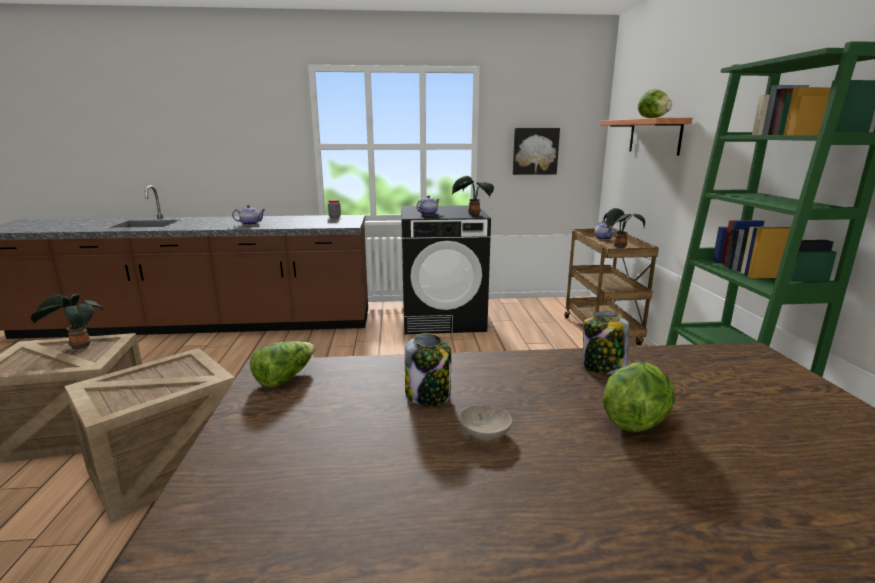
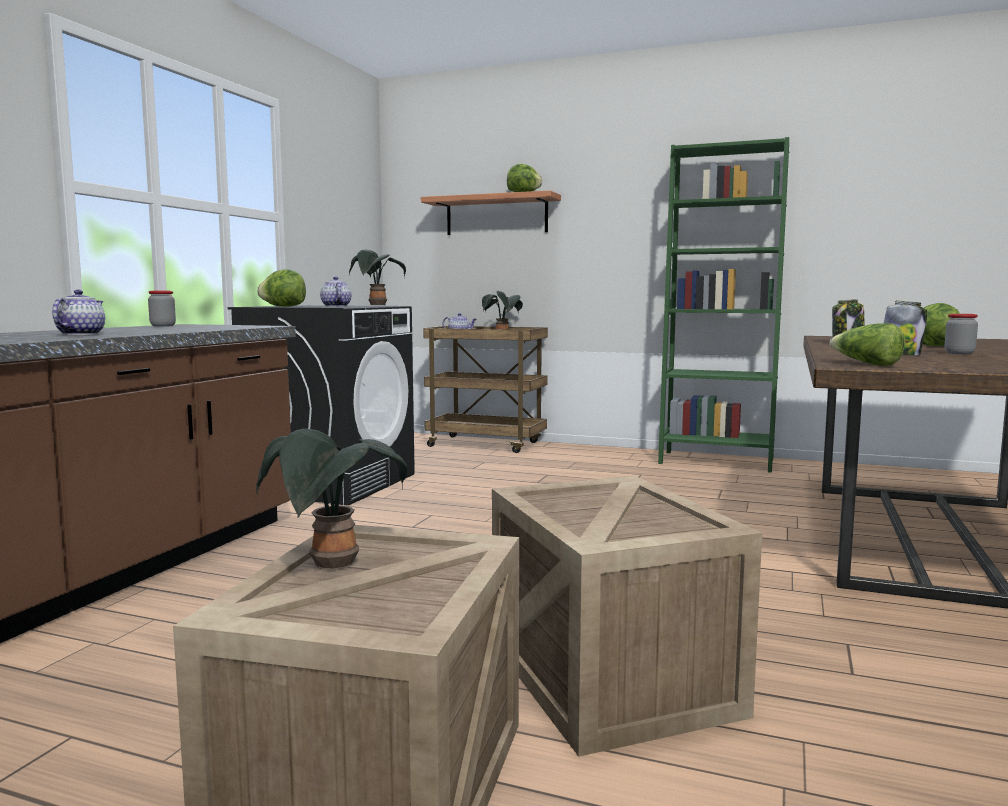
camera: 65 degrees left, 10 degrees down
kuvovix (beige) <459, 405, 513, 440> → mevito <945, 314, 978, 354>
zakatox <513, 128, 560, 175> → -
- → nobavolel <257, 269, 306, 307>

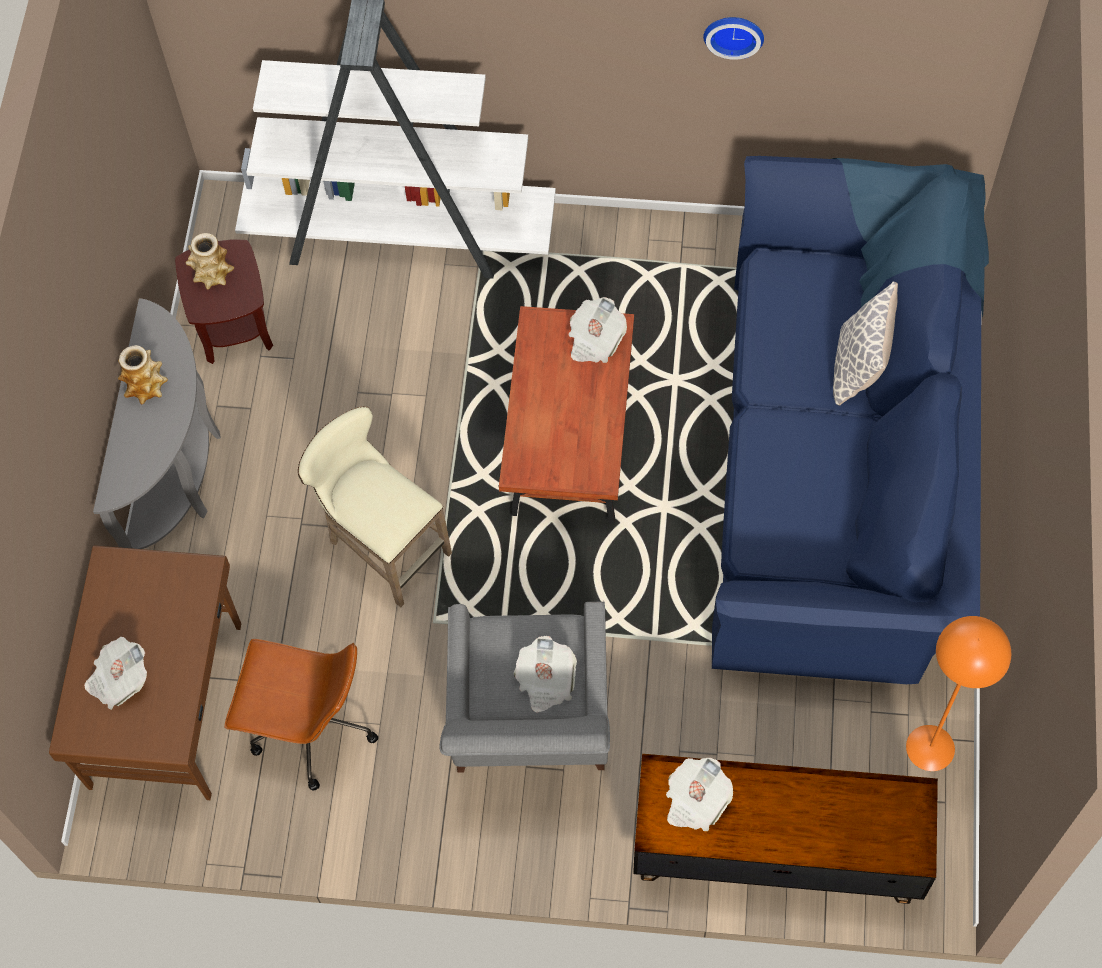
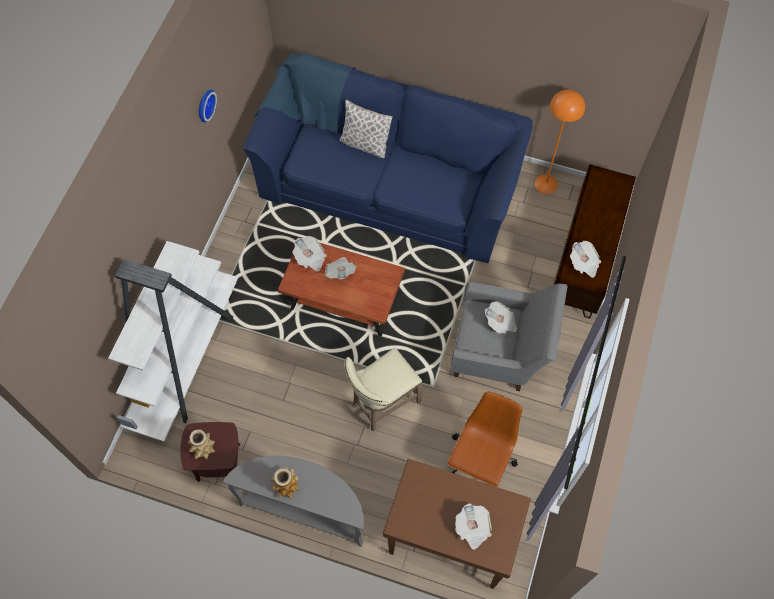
camera: 80 degrees left, 0 degrees up
- → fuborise <325, 257, 357, 280>

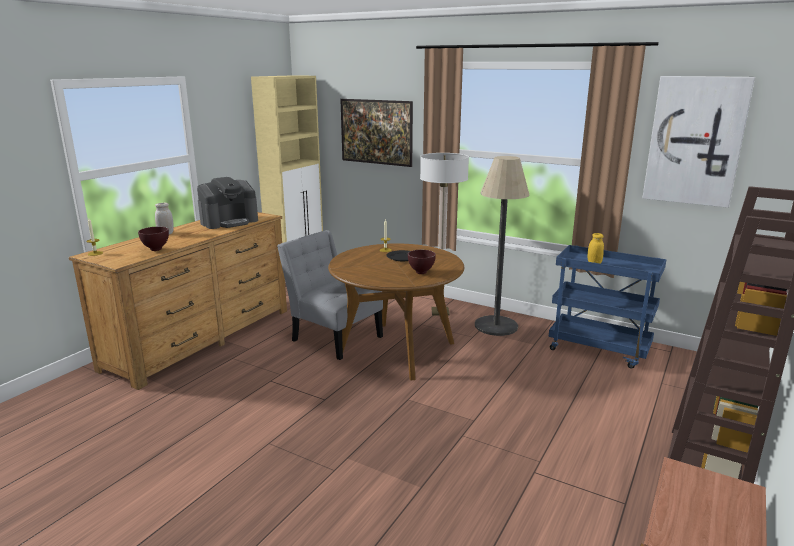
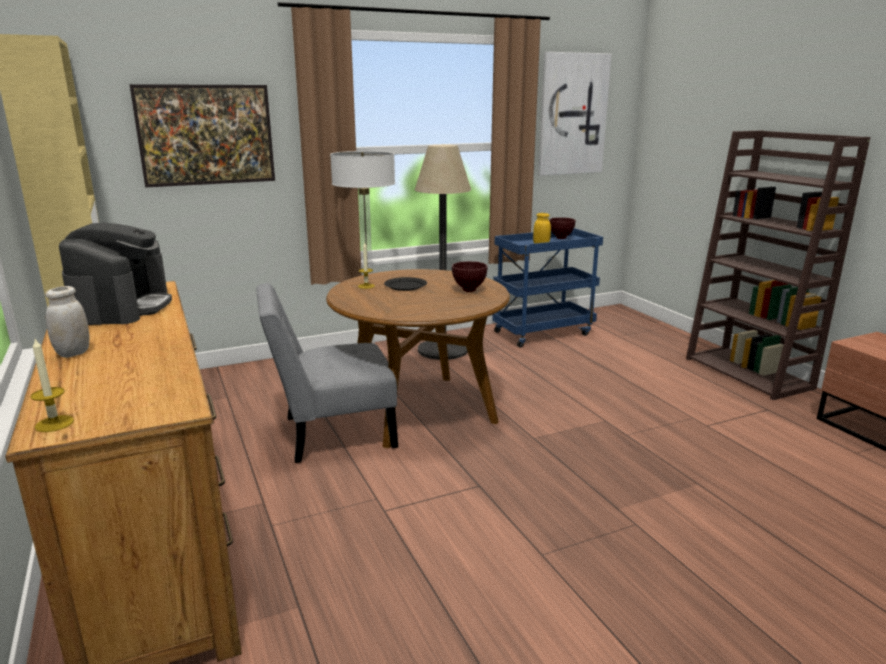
camera: 55 degrees left, 0 degrees up
kuvovix (brown) <138, 227, 169, 251> → kuvovix (brown) <549, 217, 576, 239>, shifted

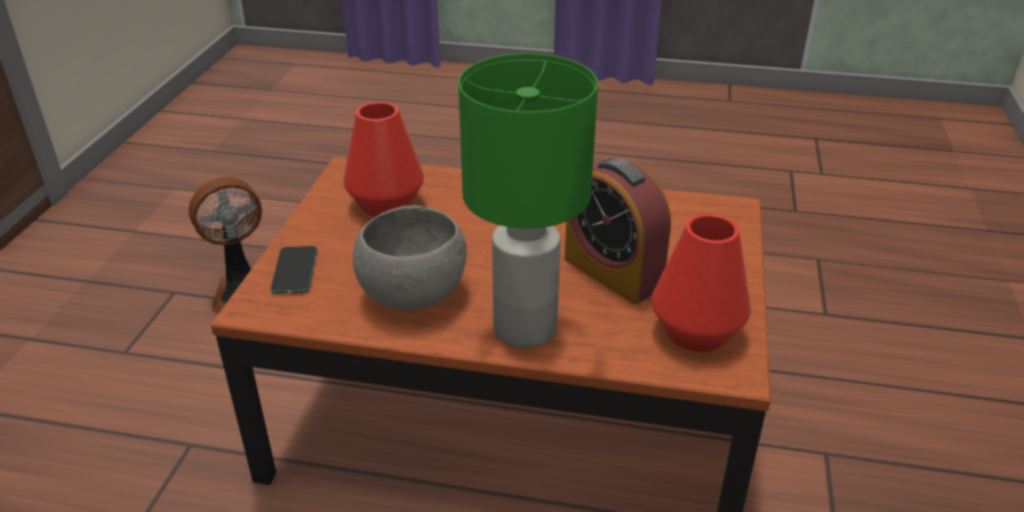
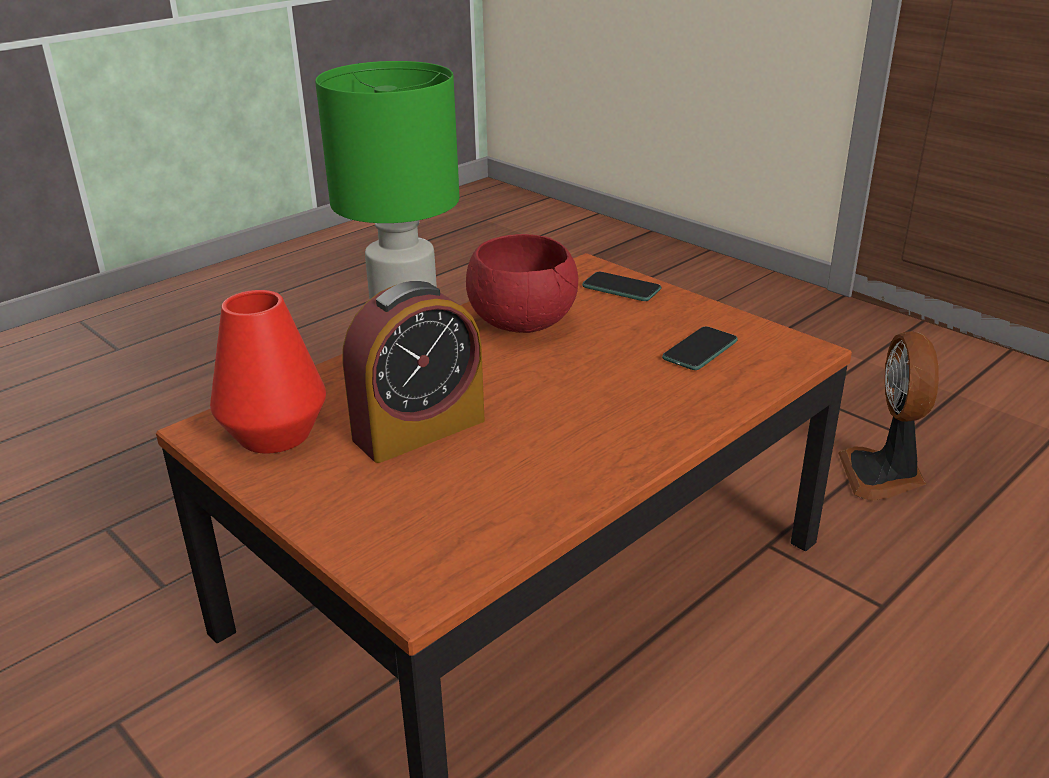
camera: 125 degrees right, 5 degrees down
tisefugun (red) <343, 102, 424, 217> → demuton <662, 326, 738, 370>
kuvovix (grey) <353, 205, 467, 310> → kuvovix (red) <466, 234, 578, 333>
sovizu <565, 158, 671, 304> → sovizu <342, 281, 485, 463>, 150 degrees clockwise

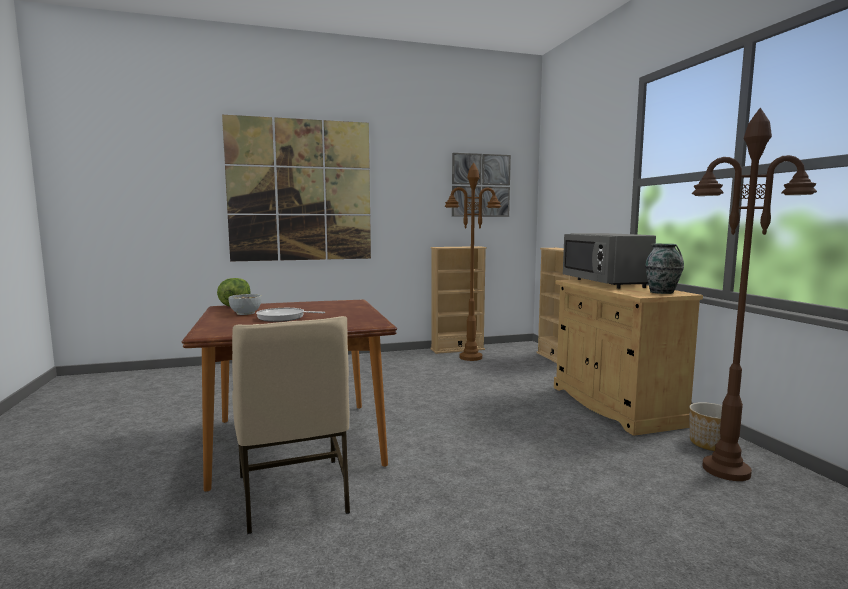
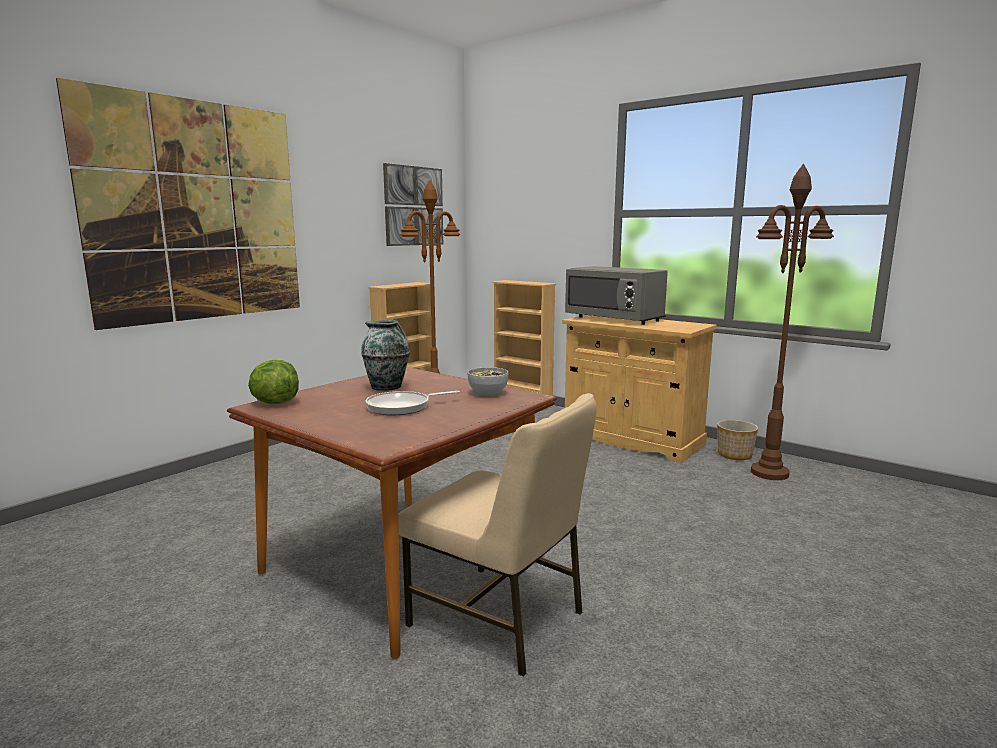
camera: 35 degrees left, 5 degrees up
kuvovix <228, 294, 261, 315> → kuvovix <468, 367, 509, 397>, shifted
tisefugun <645, 244, 684, 294> → tisefugun <361, 320, 410, 391>, shifted

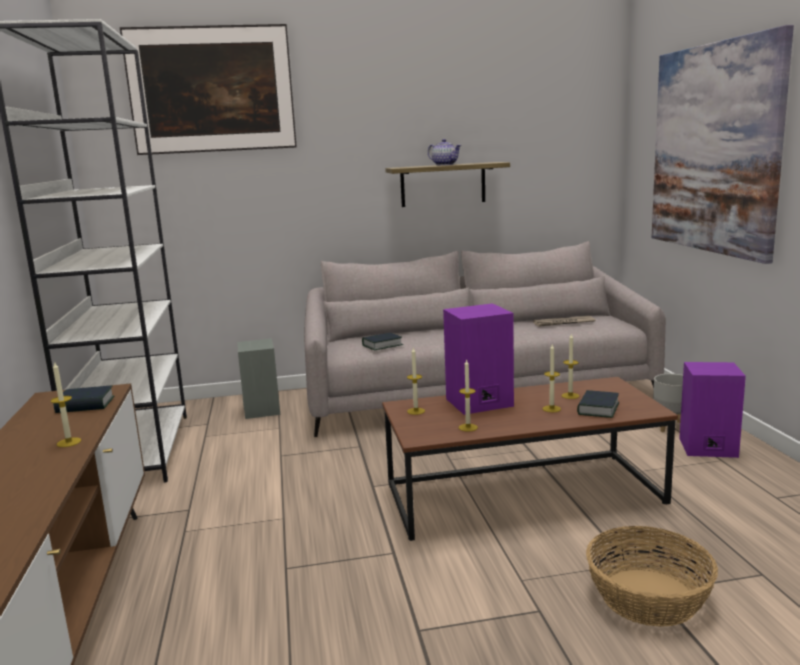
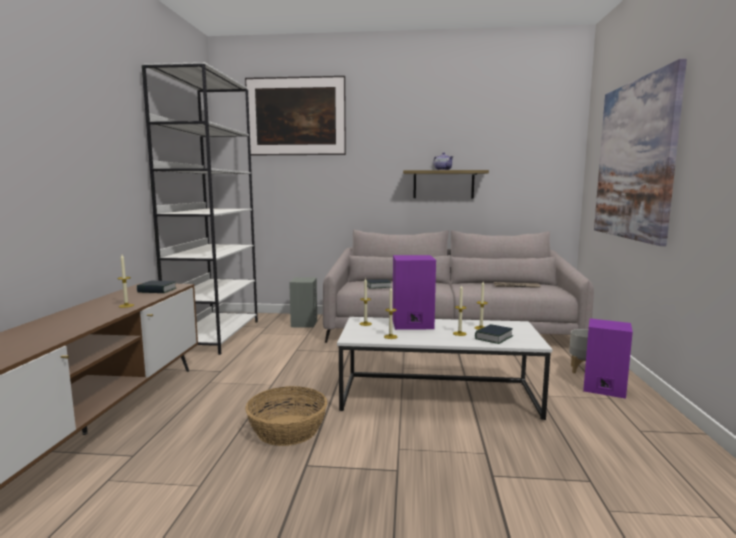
camera: 15 degrees right, 5 degrees down
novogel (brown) <382, 377, 678, 541> → novogel (white) <337, 317, 552, 420>
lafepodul <586, 526, 718, 627> → lafepodul <245, 386, 327, 446>, shifted

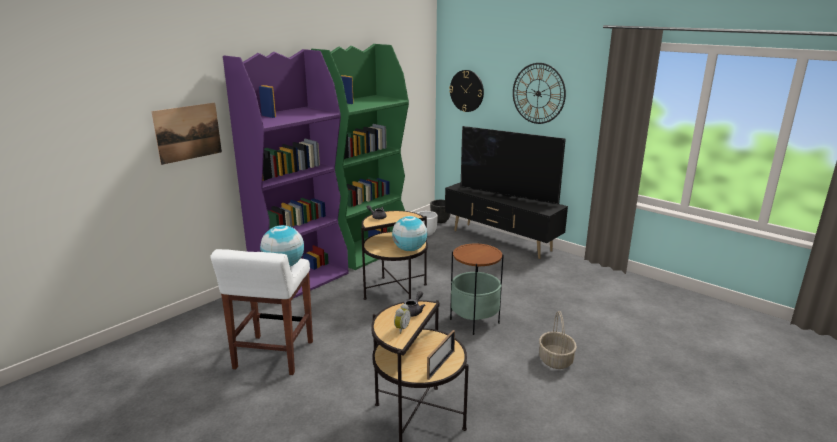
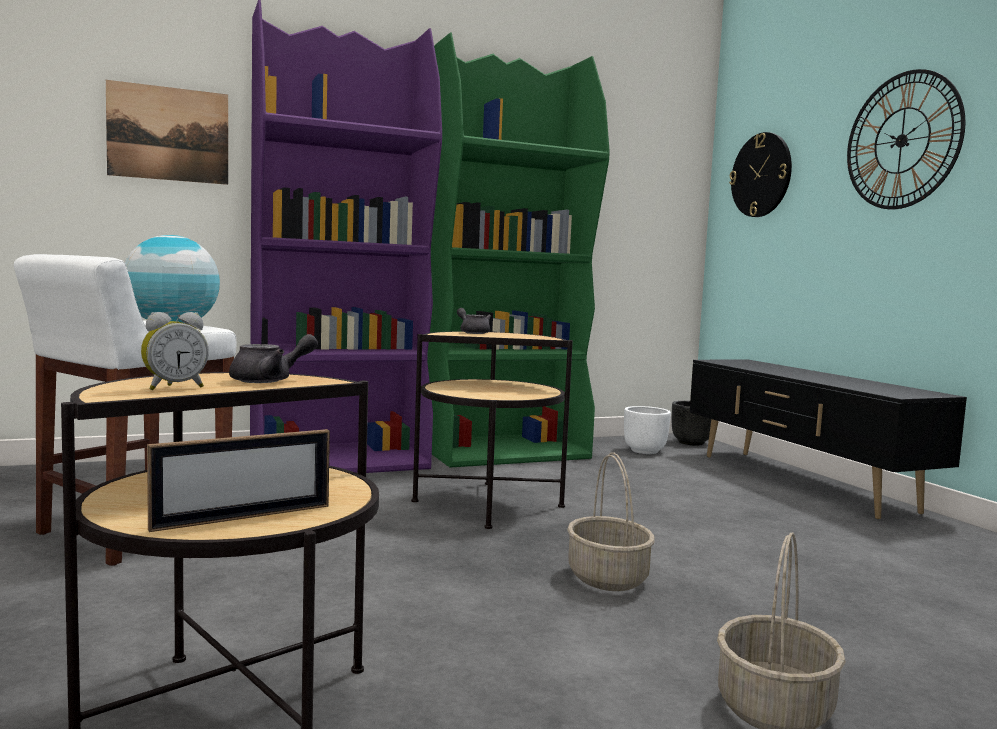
camera: 25 degrees right, 15 degrees down
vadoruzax <392, 216, 427, 251> → -
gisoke <450, 243, 504, 335> → lafepodul <567, 452, 655, 591>
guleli <460, 126, 566, 204> → -

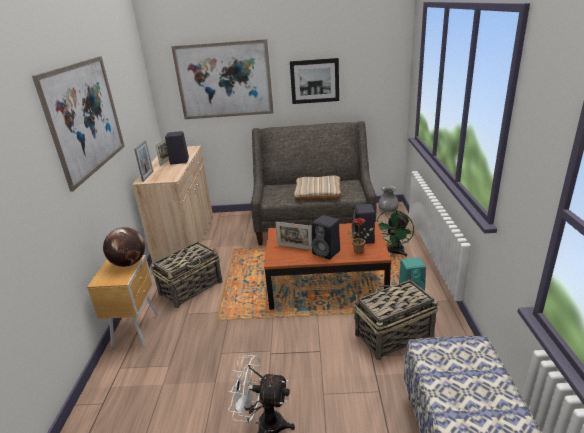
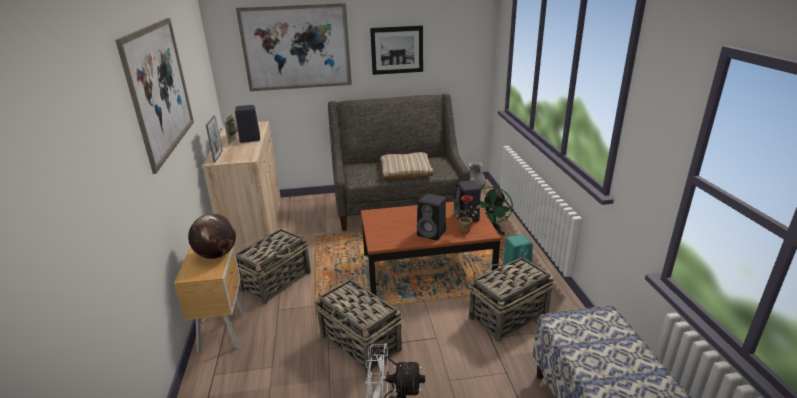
camera: 10 degrees left, 0 degrees up
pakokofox <275, 222, 312, 250> → -
- → lafepodul <314, 279, 402, 375>

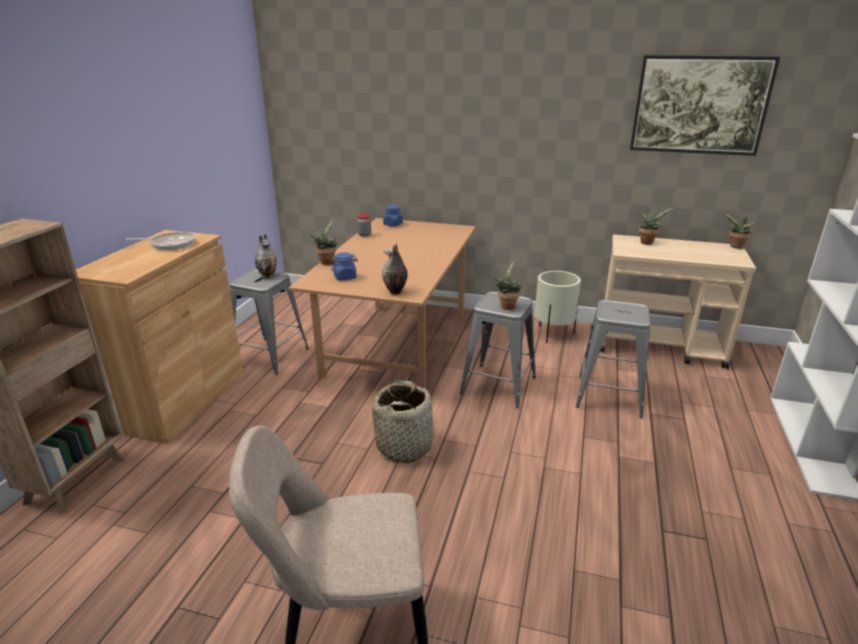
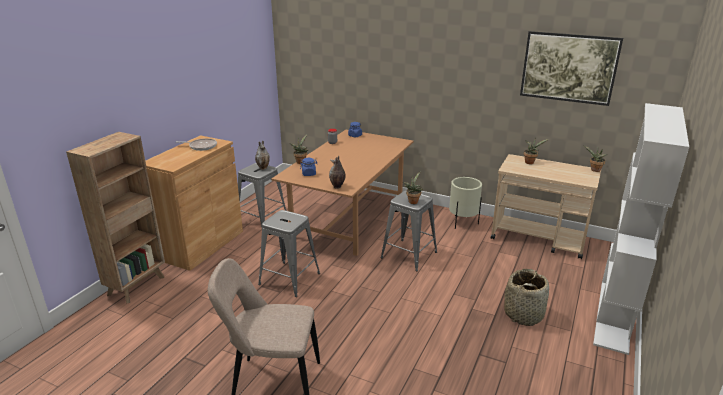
camera: 10 degrees right, 0 degrees up
lafepodul <372, 380, 433, 463> → lafepodul <504, 269, 549, 326>, shifted
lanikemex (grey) <575, 300, 650, 418> → lanikemex (grey) <258, 210, 320, 297>, shifted

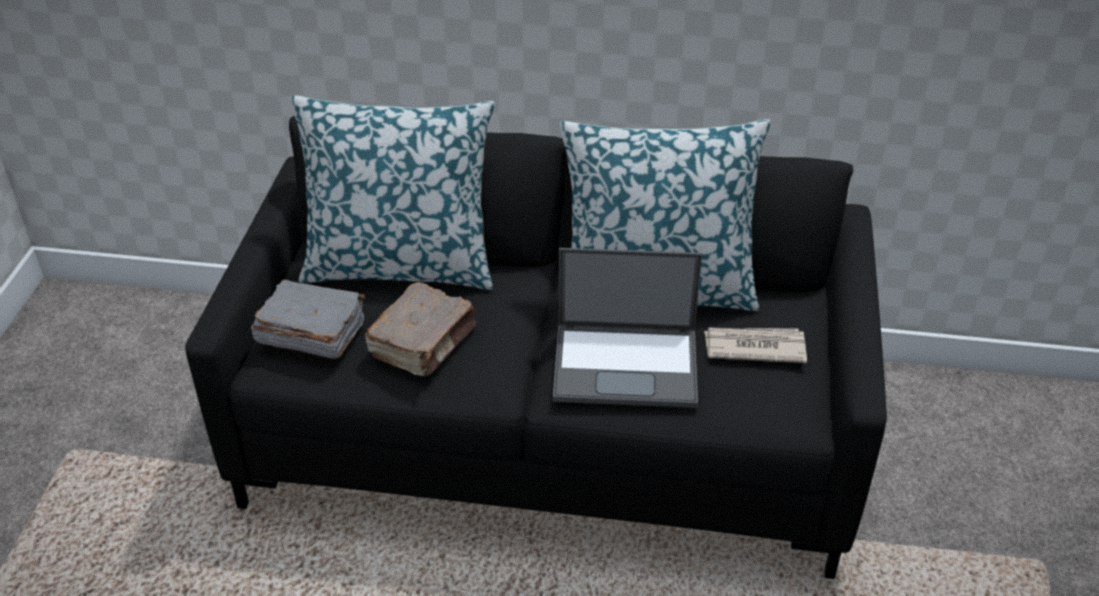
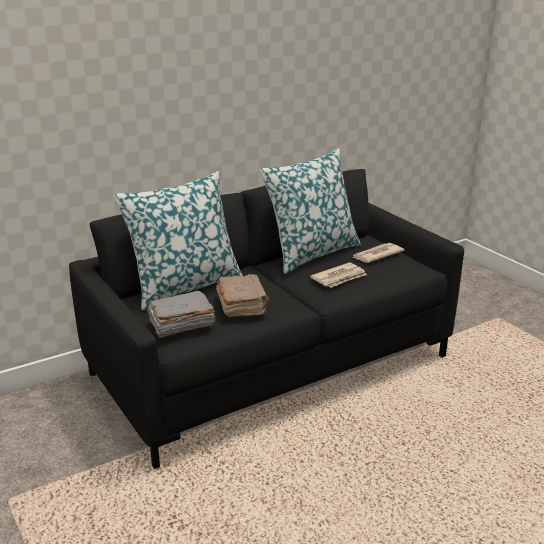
camera: 40 degrees left, 15 degrees down
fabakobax <553, 248, 702, 408> → fuborise <310, 262, 367, 288>

